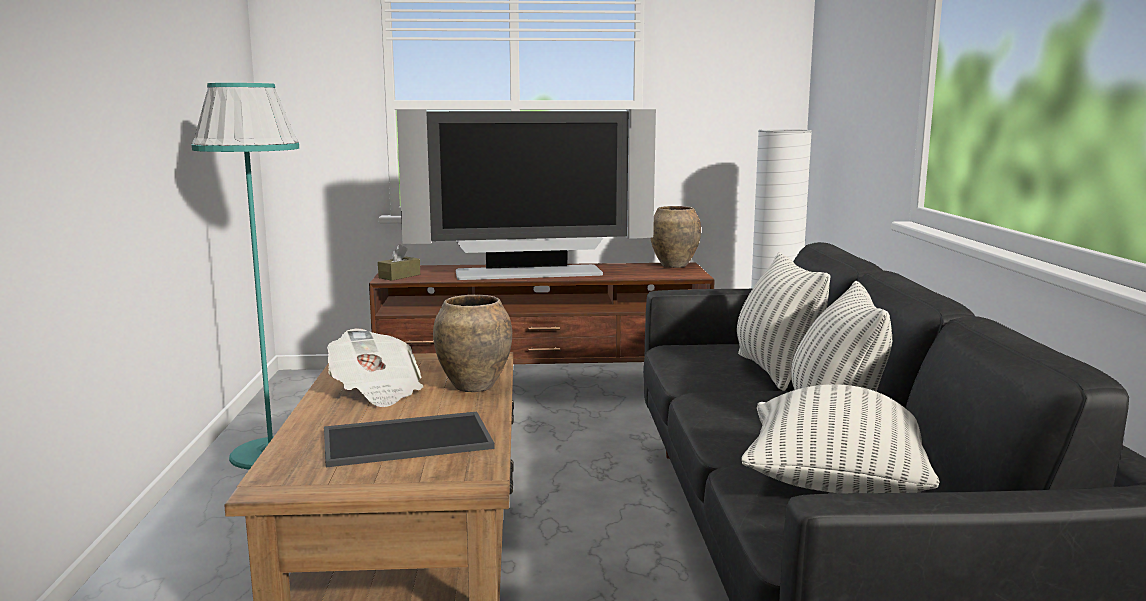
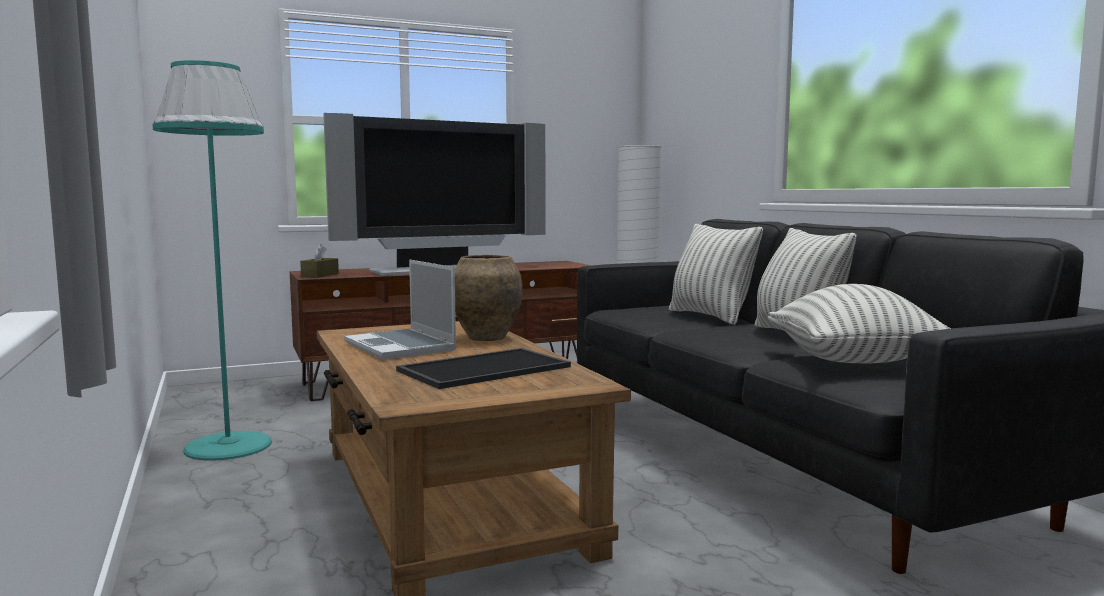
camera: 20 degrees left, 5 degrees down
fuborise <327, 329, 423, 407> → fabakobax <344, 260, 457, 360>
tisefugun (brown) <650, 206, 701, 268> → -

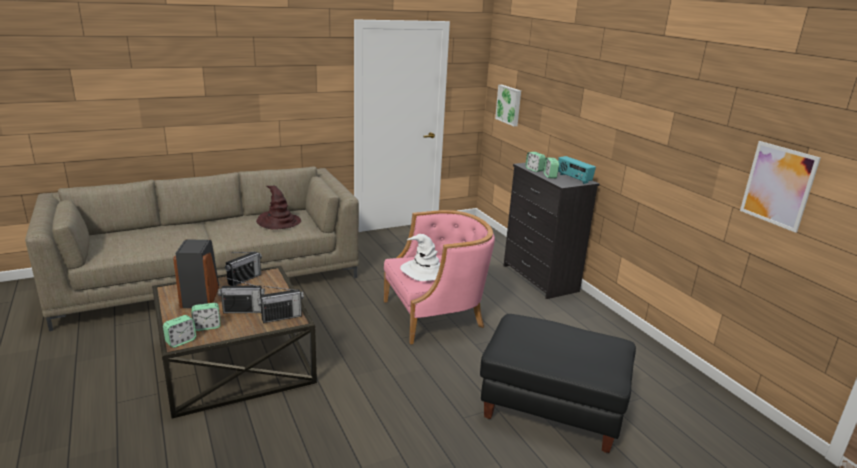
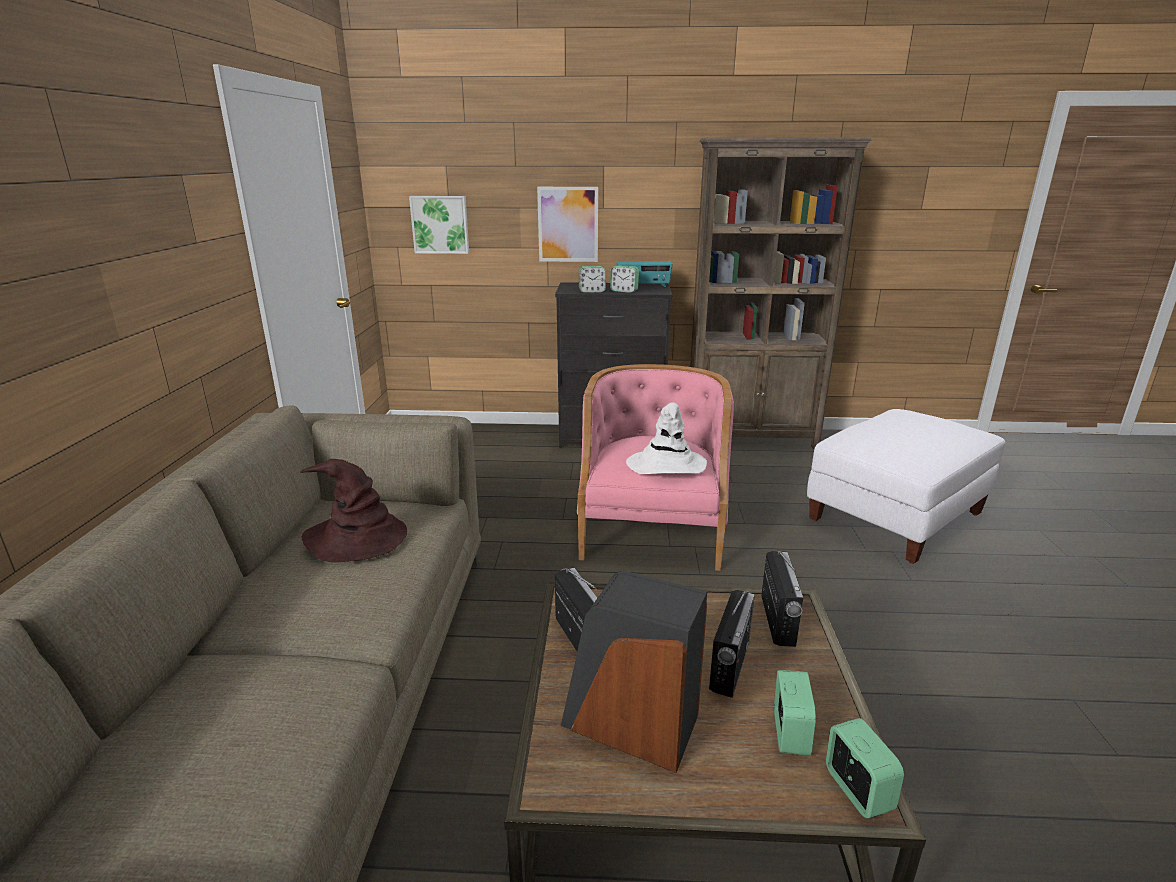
camera: 60 degrees left, 0 degrees up
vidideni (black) <480, 314, 636, 453> → vidideni (white) <807, 409, 1006, 564>
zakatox <740, 141, 821, 233> → zakatox <537, 187, 598, 262>, shifted
- → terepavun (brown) <690, 137, 872, 449>

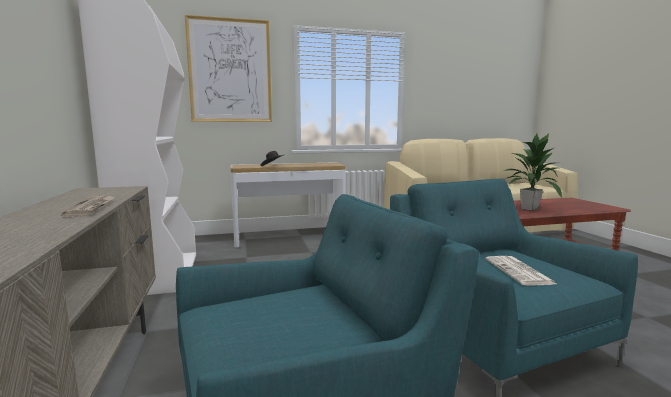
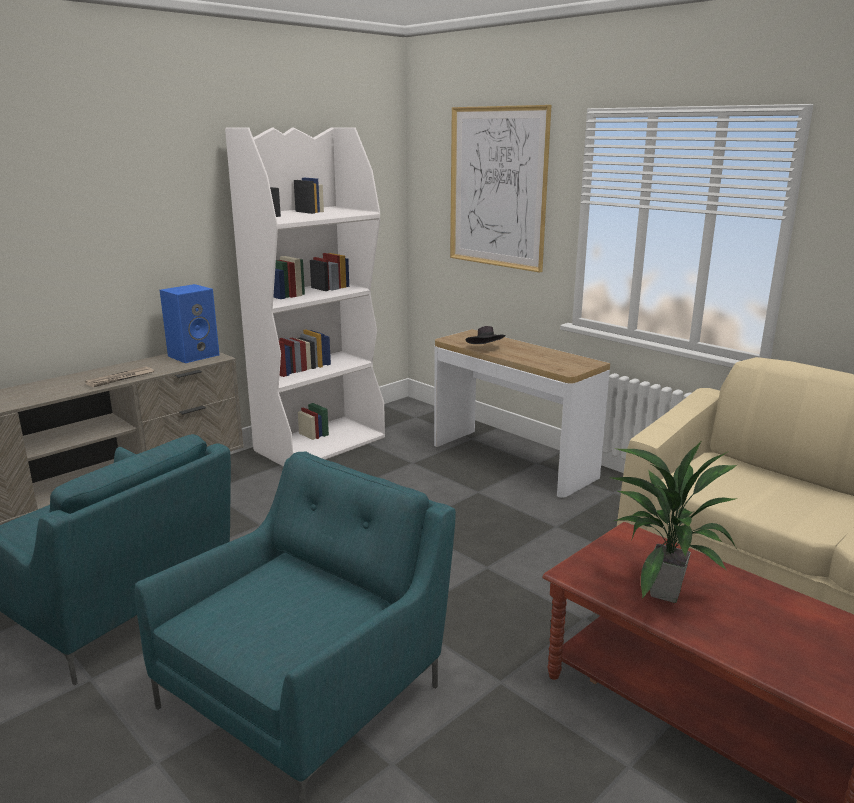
camera: 60 degrees right, 10 degrees up
fuborise <485, 256, 556, 286> → -
- → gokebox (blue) <160, 284, 220, 363>

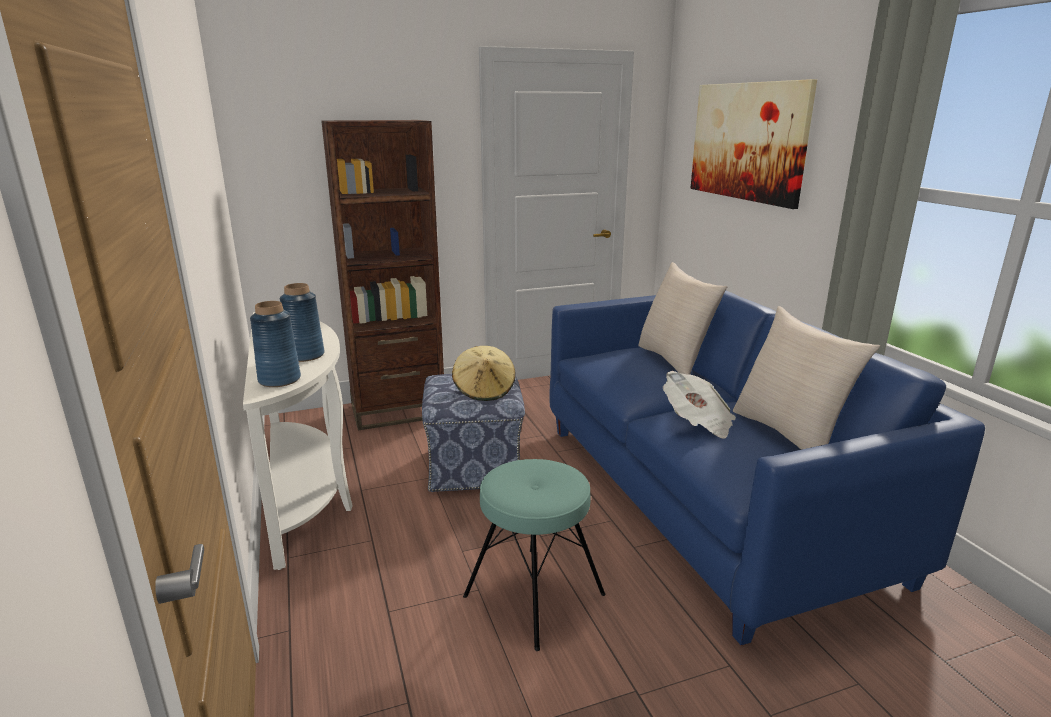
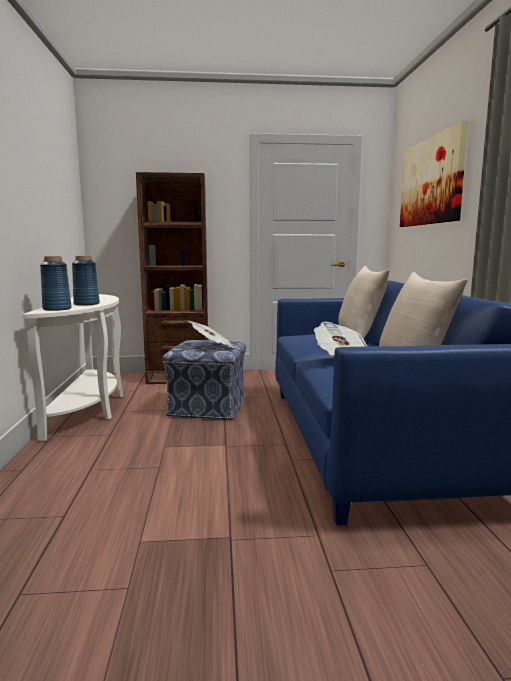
camera: 15 degrees right, 10 degrees down
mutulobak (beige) <452, 346, 516, 401> → fuborise <189, 321, 234, 348>
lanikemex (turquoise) <463, 459, 606, 651> → -

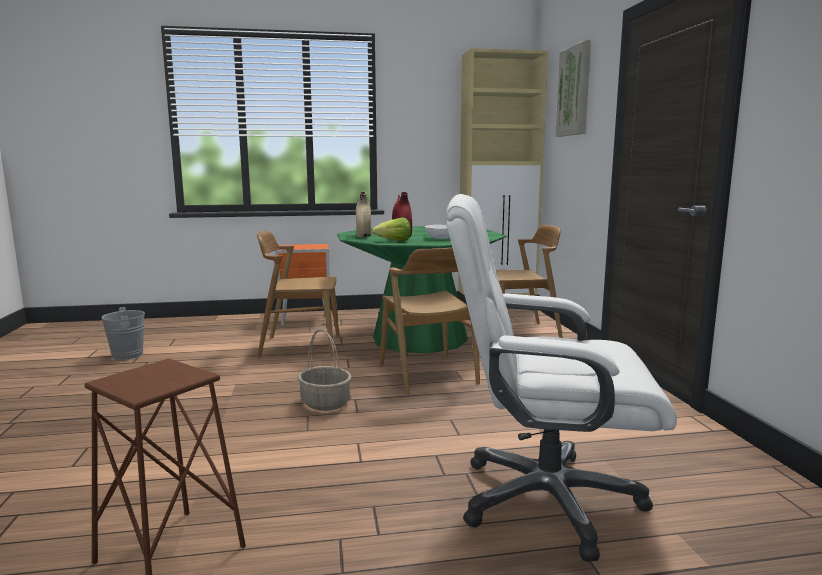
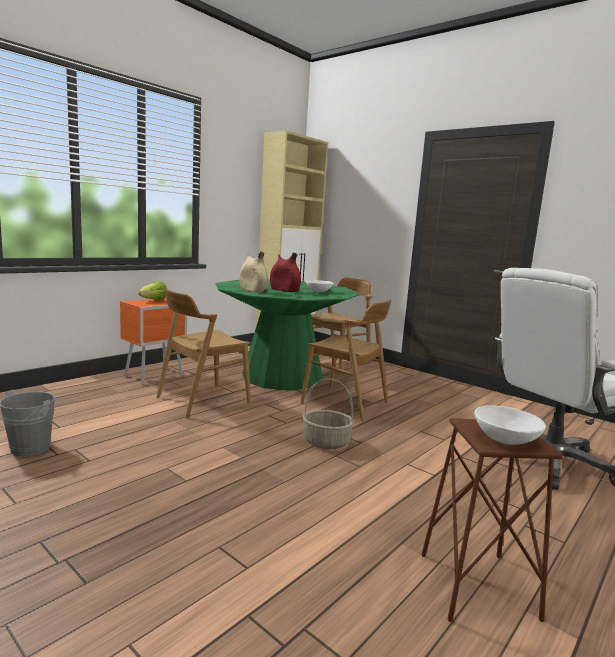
camera: 40 degrees left, 0 degrees up
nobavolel <372, 217, 411, 241> → nobavolel <138, 281, 167, 300>, shifted
zakatox <556, 40, 591, 137> → -
- → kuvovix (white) <474, 405, 546, 445>

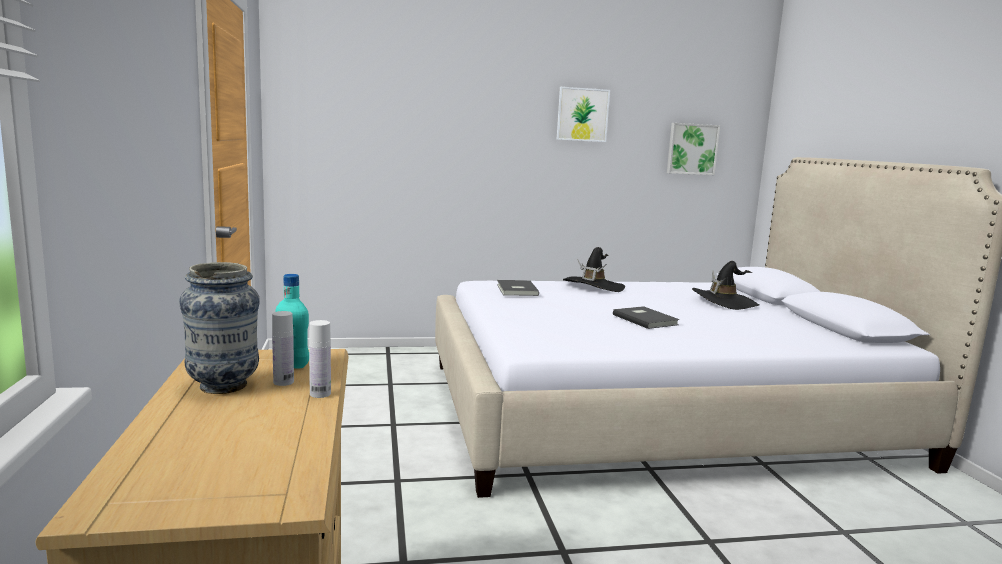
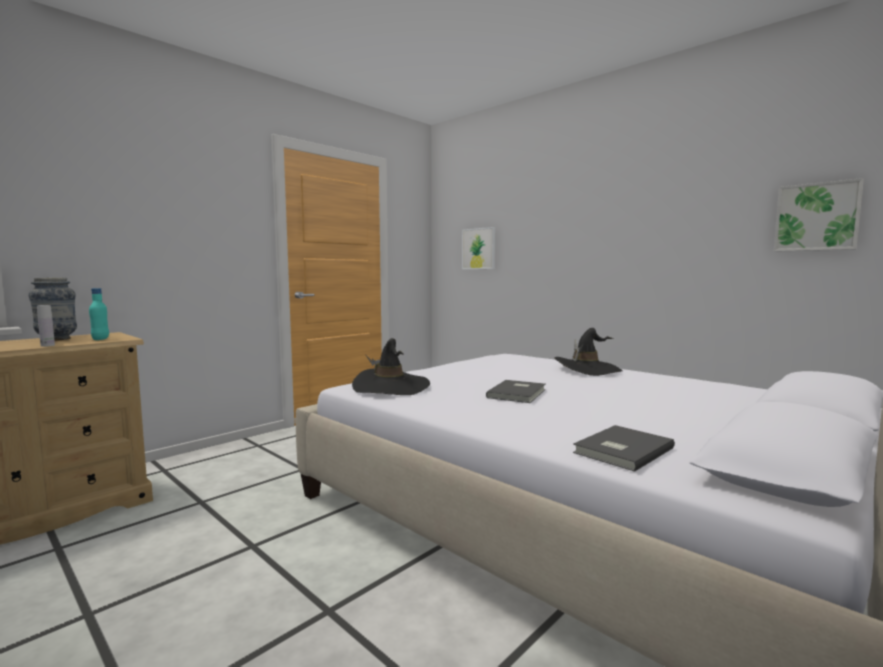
camera: 55 degrees right, 5 degrees down
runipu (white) <272, 311, 294, 386> → -
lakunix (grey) <497, 280, 539, 296> → lakunix (grey) <573, 425, 675, 472>, shifted
zakatox <557, 87, 610, 142> → zakatox <462, 227, 495, 269>, shifted
mutulobak (black) <692, 261, 760, 310> → mutulobak (black) <352, 338, 430, 395>, shifted

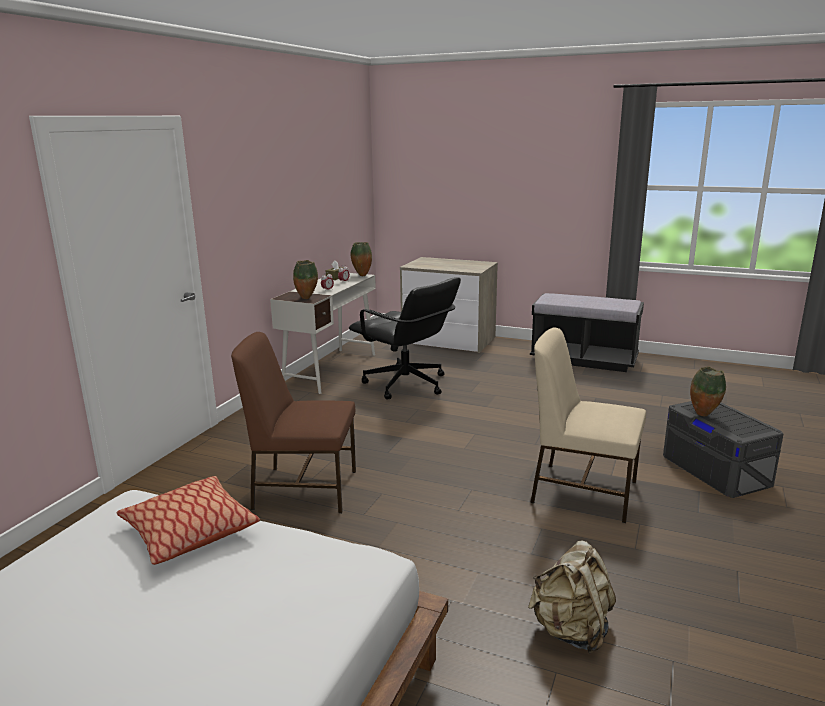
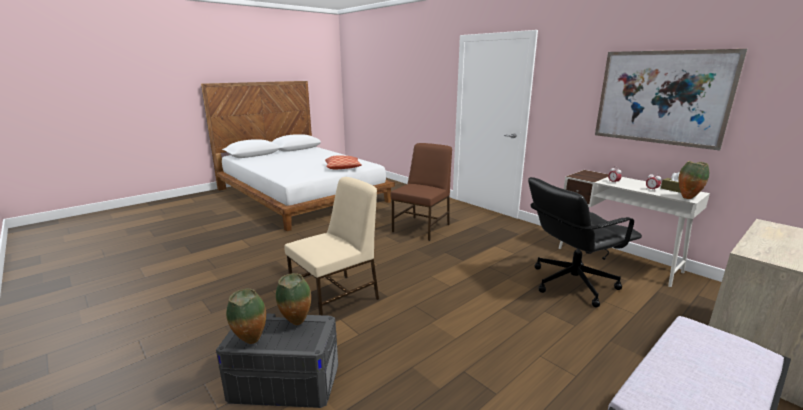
camera: 115 degrees right, 0 degrees up
tisefugun <293, 260, 318, 299> → tisefugun <226, 289, 266, 344>, shifted
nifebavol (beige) <528, 541, 616, 654> → -
- → zakatox <595, 49, 747, 151>

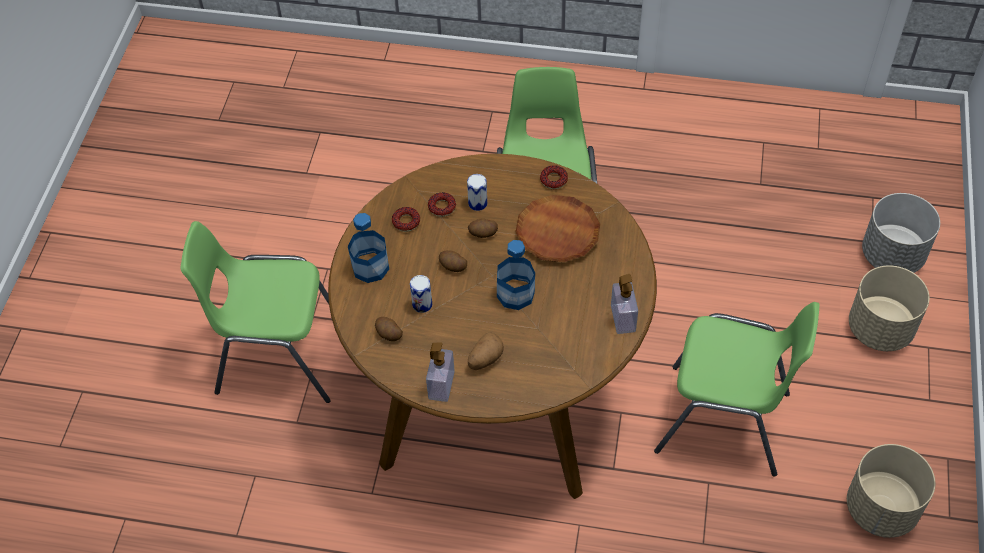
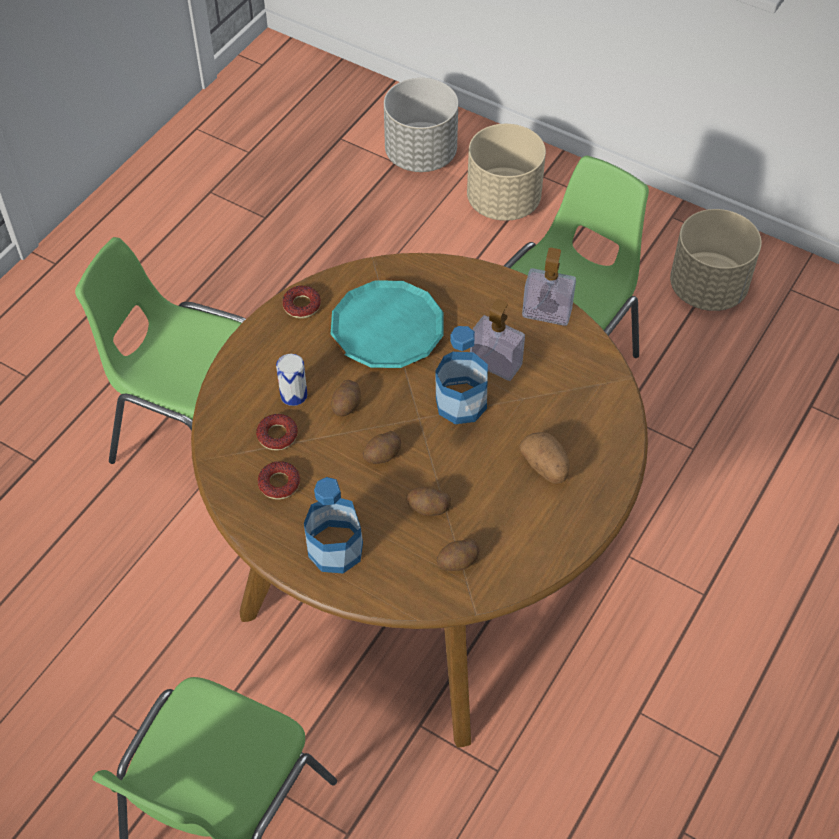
camera: 70 degrees left, 0 degrees up
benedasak <410, 275, 432, 313> → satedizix <407, 487, 451, 516>
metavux <426, 342, 455, 402> → metavux <470, 299, 525, 381>, shifted
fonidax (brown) <515, 195, 600, 262> → fonidax (turquoise) <331, 281, 444, 368>

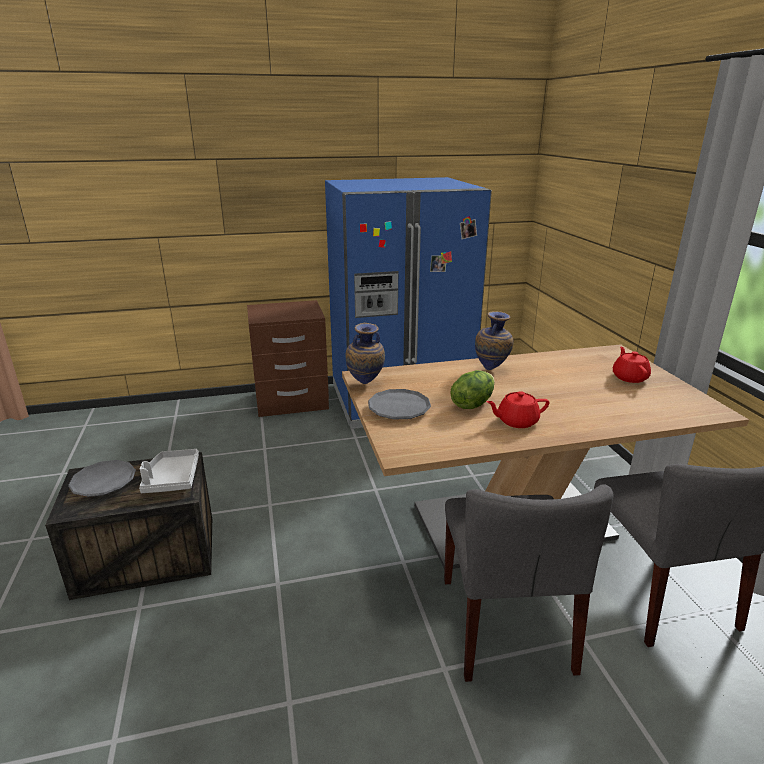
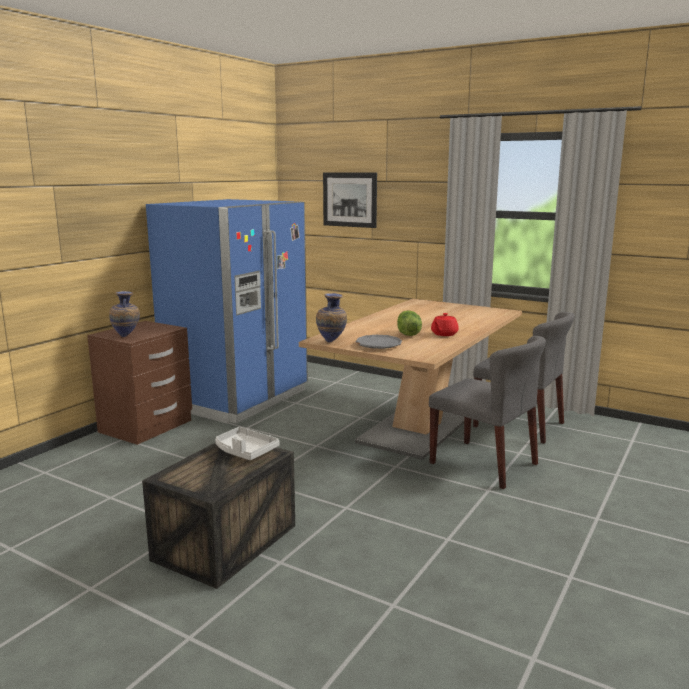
camera: 45 degrees left, 10 degrees down
fonidax (grey) <68, 460, 136, 497> → -
tisefugun <475, 311, 513, 370> → tisefugun <109, 291, 140, 337>, shifted
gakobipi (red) <613, 347, 651, 383> → -
- → zakatox <323, 172, 377, 228>

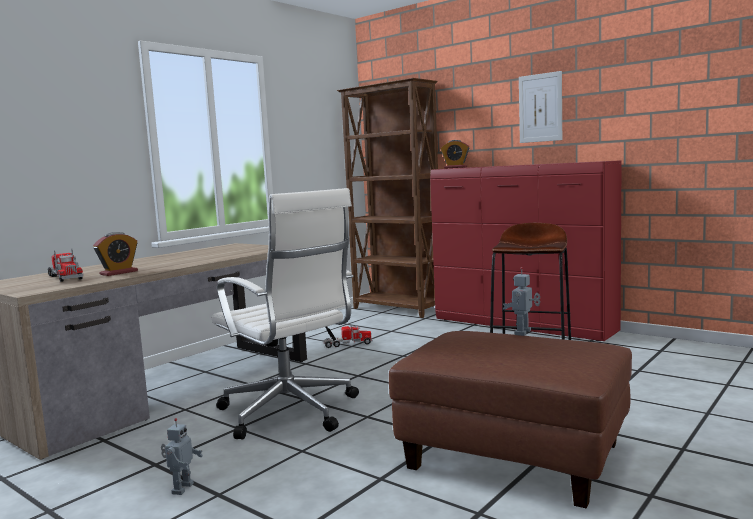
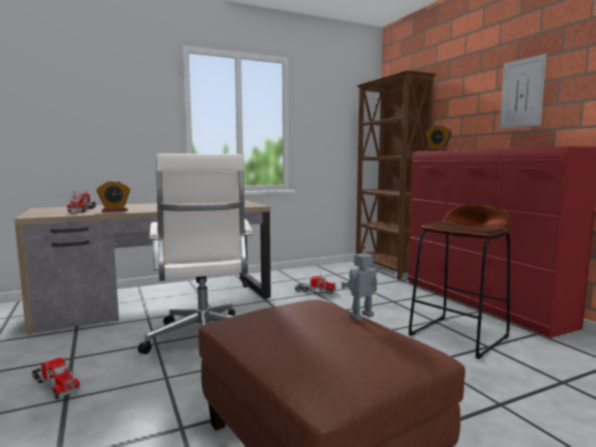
camera: 25 degrees right, 0 degrees up
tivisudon <161, 418, 203, 495> → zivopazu <32, 356, 81, 399>

